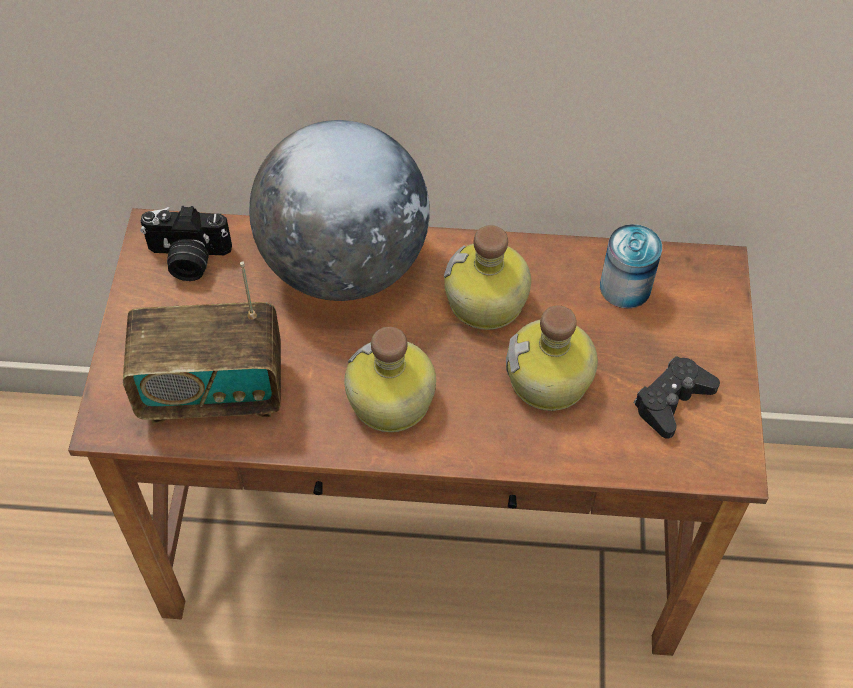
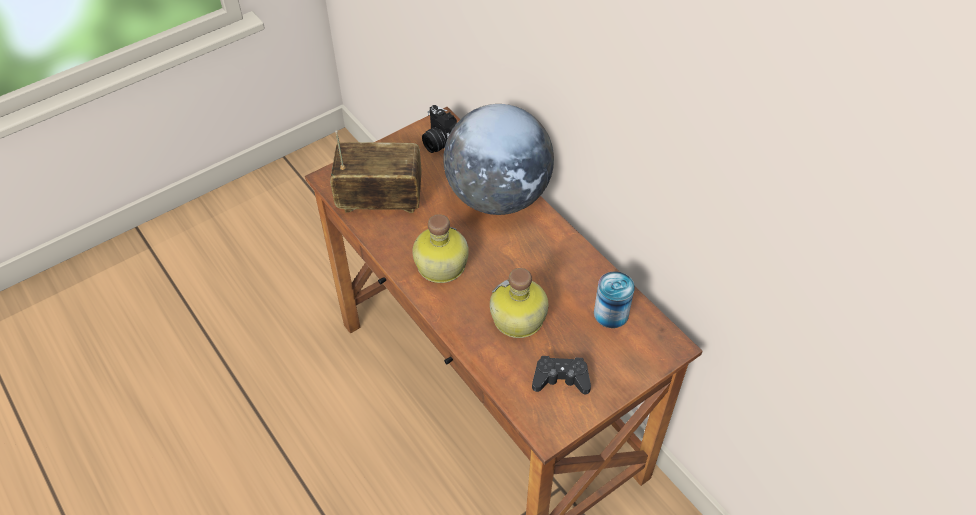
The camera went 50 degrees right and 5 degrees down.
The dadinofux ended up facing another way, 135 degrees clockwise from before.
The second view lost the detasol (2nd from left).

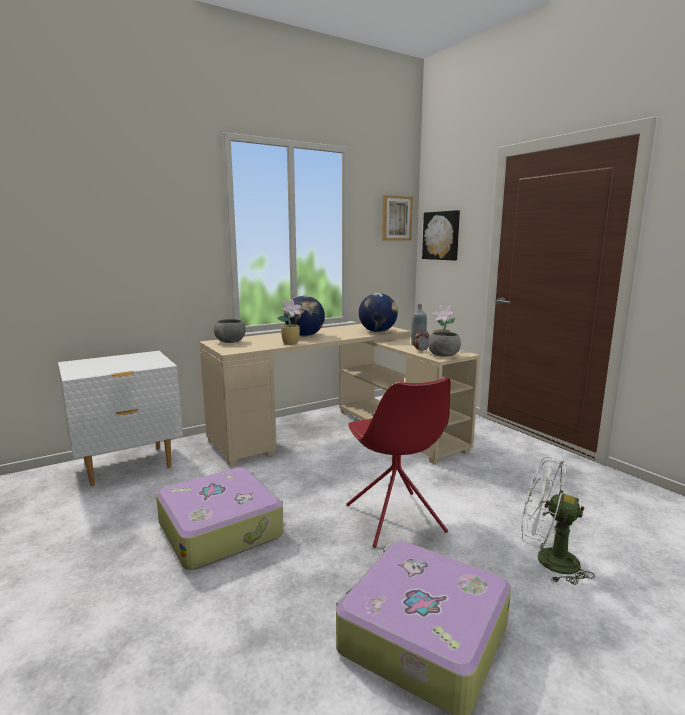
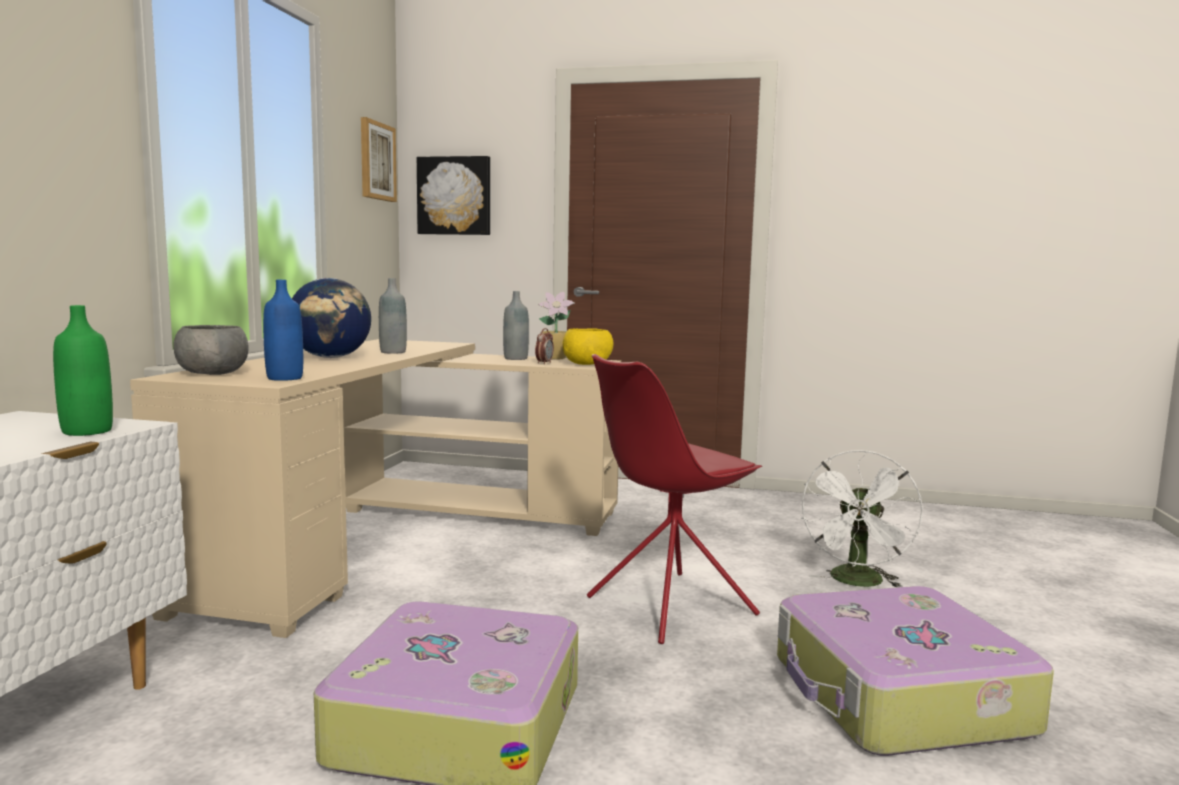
The camera went 45 degrees left and 5 degrees down.
The second view gained the green_detasol.
The second view gained the blue_detasol.
The second view gained the grey_detasol (1st from left).
What was the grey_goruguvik (2nd from left) turned into the yellow_goruguvik.
The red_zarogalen ended up facing another way, 120 degrees clockwise from before.
The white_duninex ended up facing another way, 45 degrees counterclockwise from before.
The second view lost the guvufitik (1st from left).
The second view lost the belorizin (2nd from left).

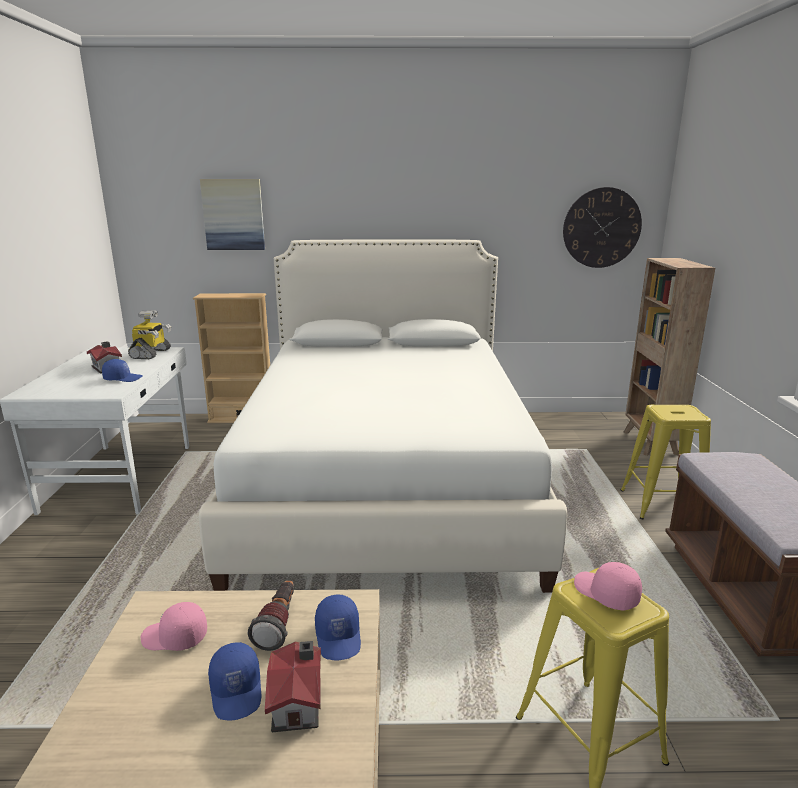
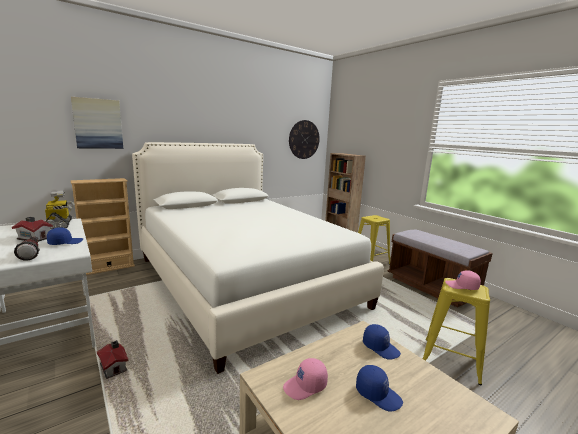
The camera went 35 degrees left and 5 degrees down.
The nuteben ended up elsewhere.
The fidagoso (2nd from left) ended up elsewhere.

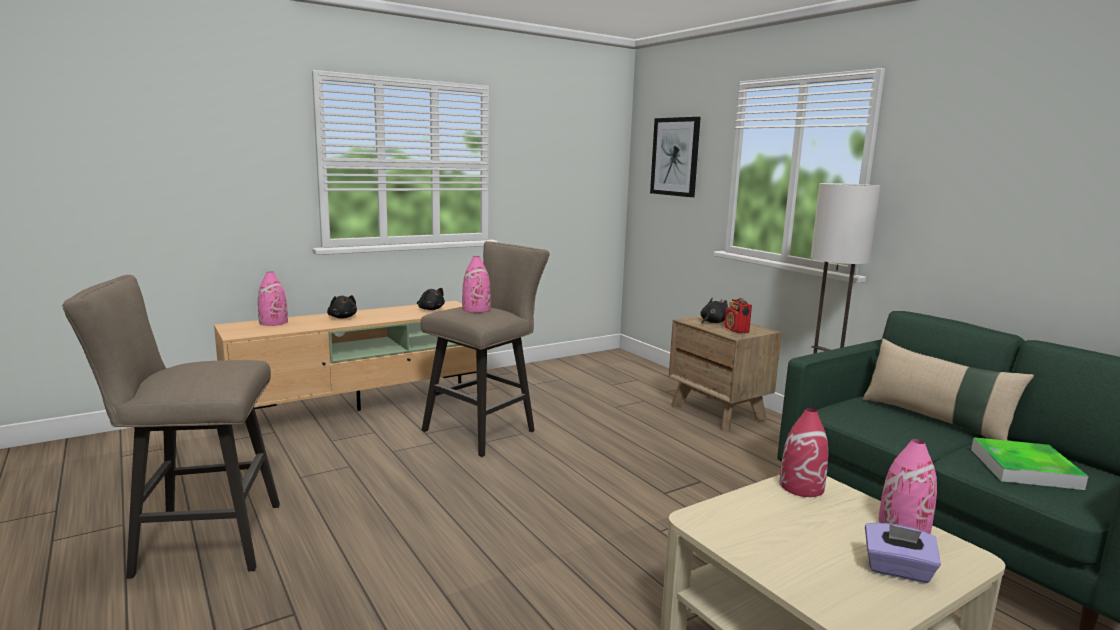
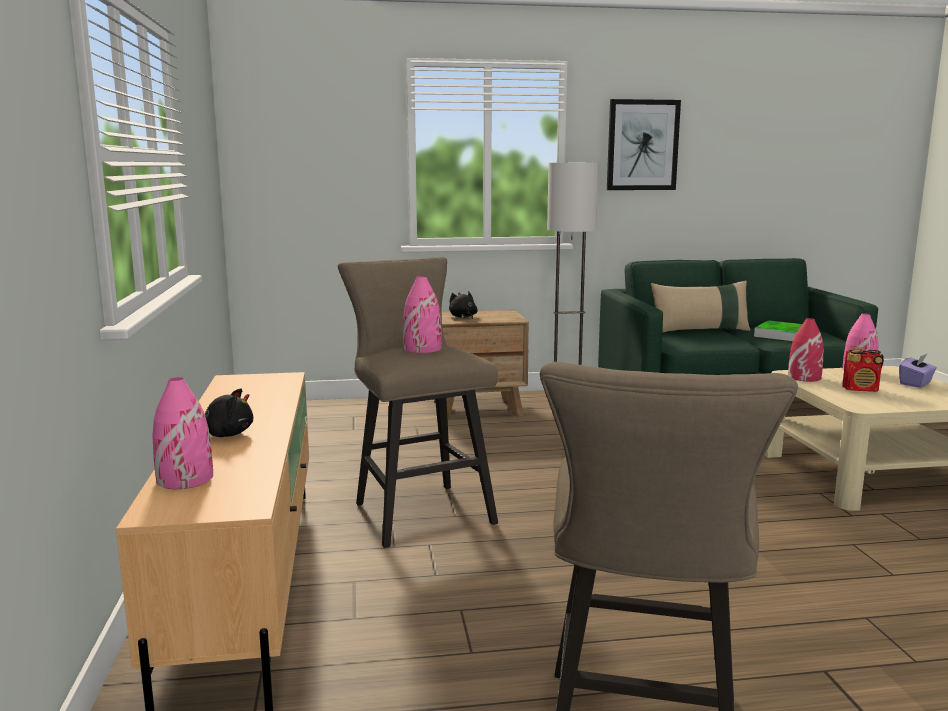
The camera went 65 degrees left and 0 degrees up.
The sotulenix ended up elsewhere.
The dadinofux ended up elsewhere.
The second view lost the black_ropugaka (2nd from left).

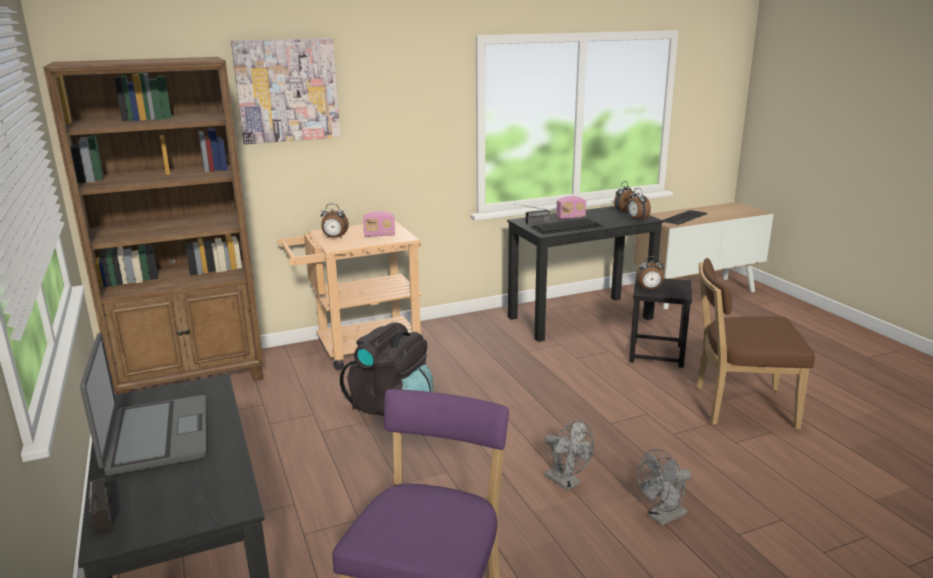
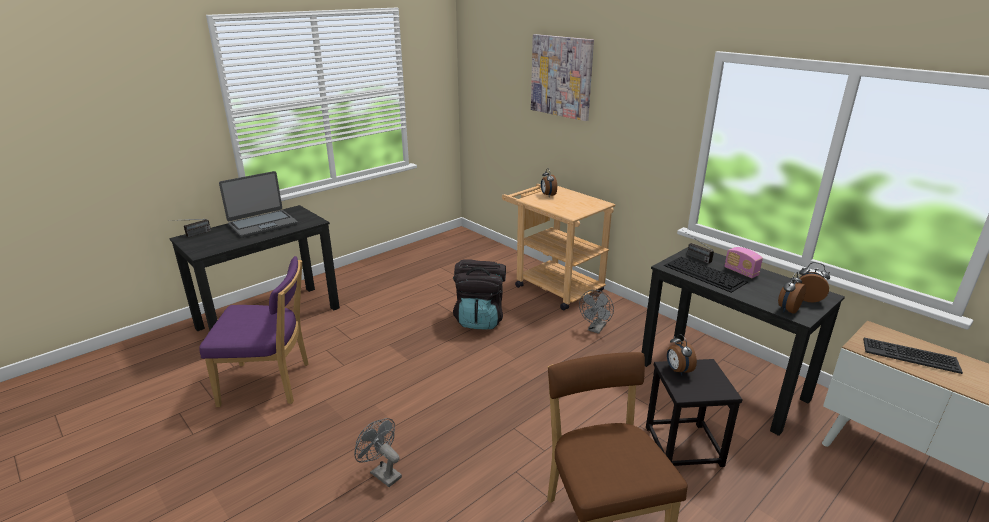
The camera went 70 degrees right and 5 degrees up.
The grey_duninex (1st from left in the first image) ended up elsewhere.
The second view lost the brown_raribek.
The second view lost the dadinofux (2nd from left).

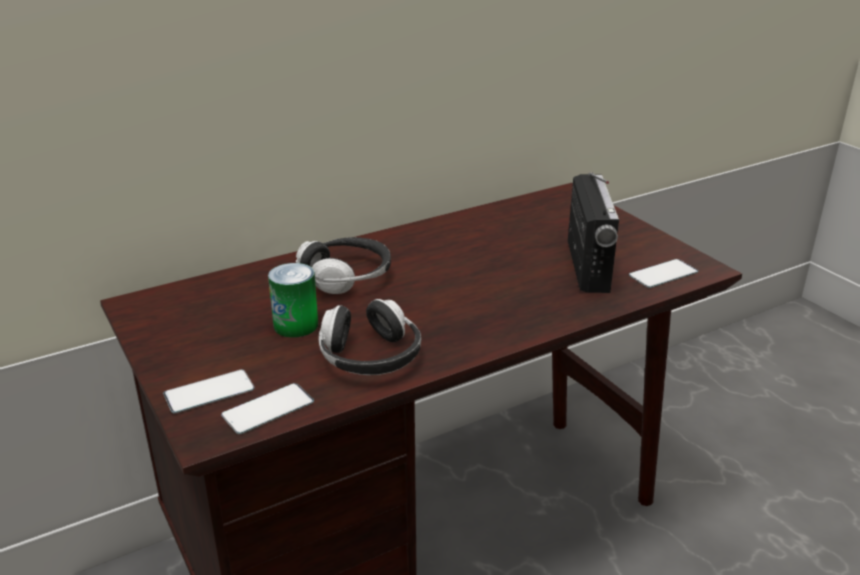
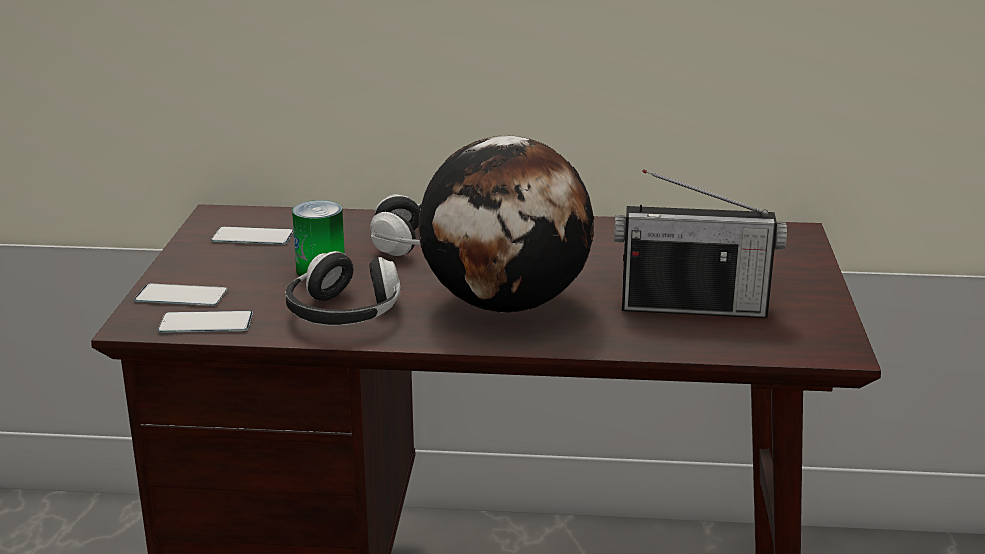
The camera went 35 degrees right and 5 degrees down.
The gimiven (3rd from left) ended up elsewhere.
The second view gained the belorizin.
The dadinofux ended up facing another way, 60 degrees clockwise from before.

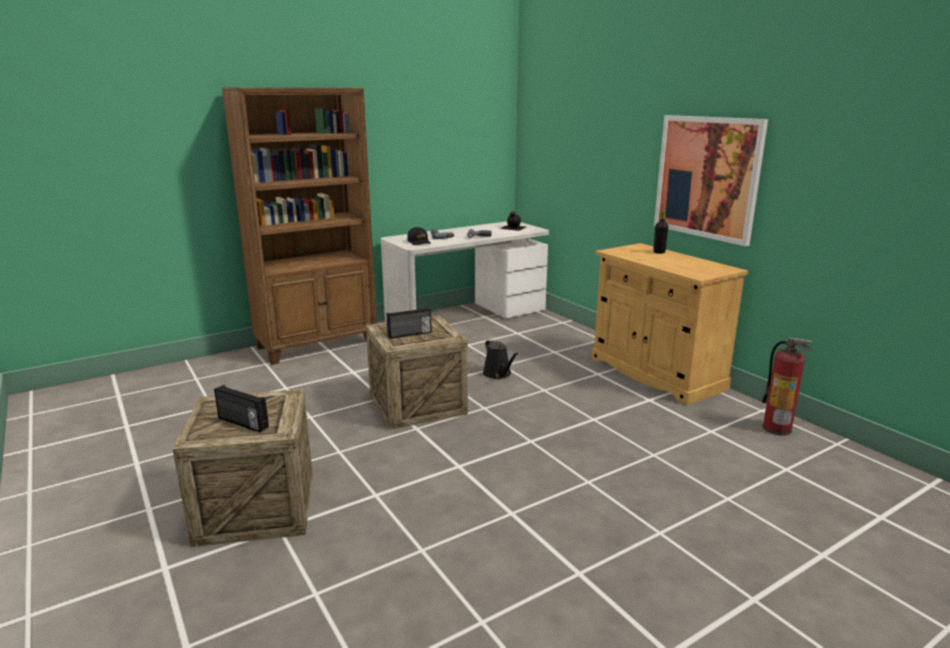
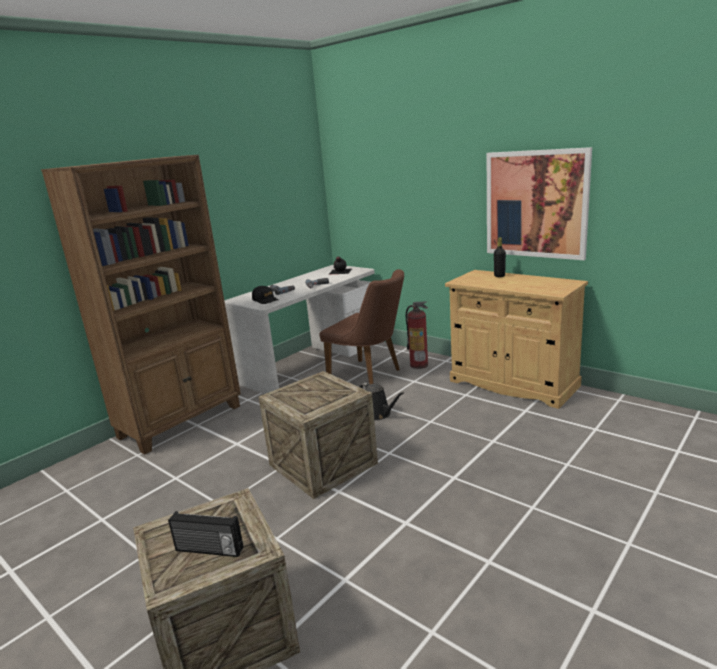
The camera went 15 degrees left and 0 degrees up.
The second view gained the brown_zarogalen.
The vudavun ended up elsewhere.
The second view lost the dadinofux (2nd from left).

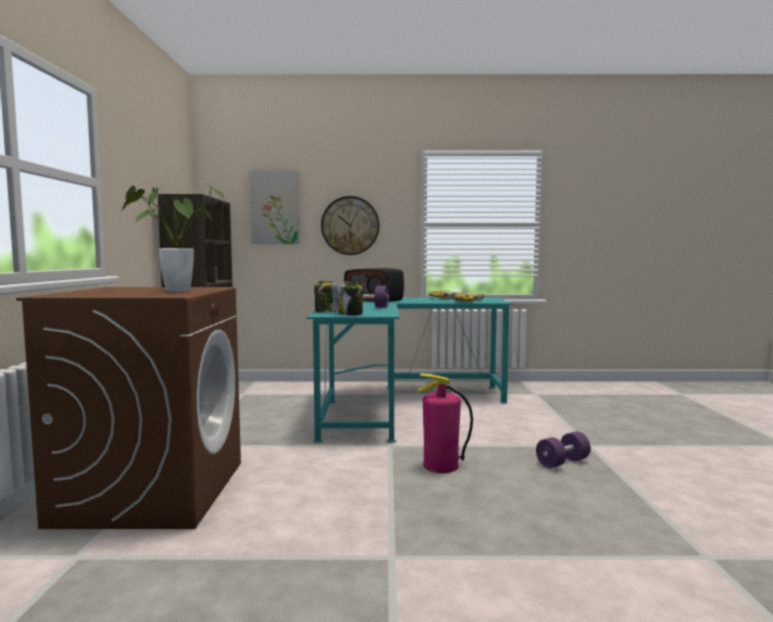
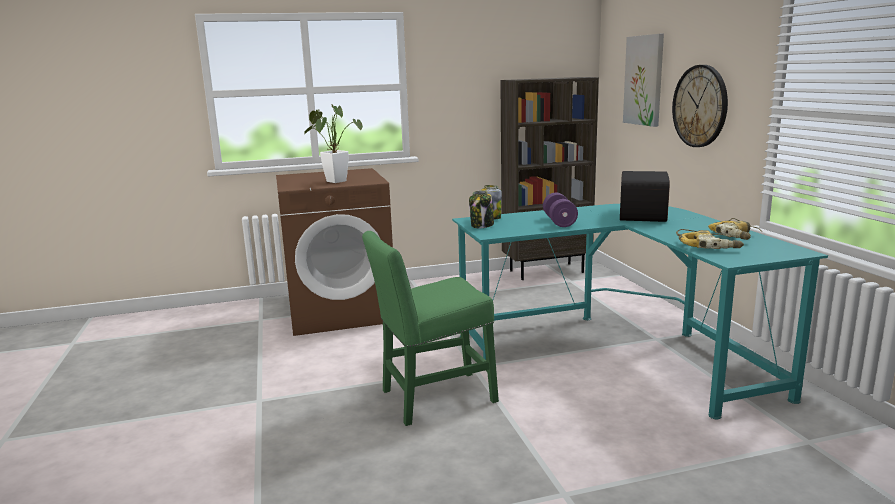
The camera went 75 degrees right and 10 degrees up.
Where the vudavun stood, the green_zarogalen came to stand.
The second view lost the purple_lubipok (2nd from left).

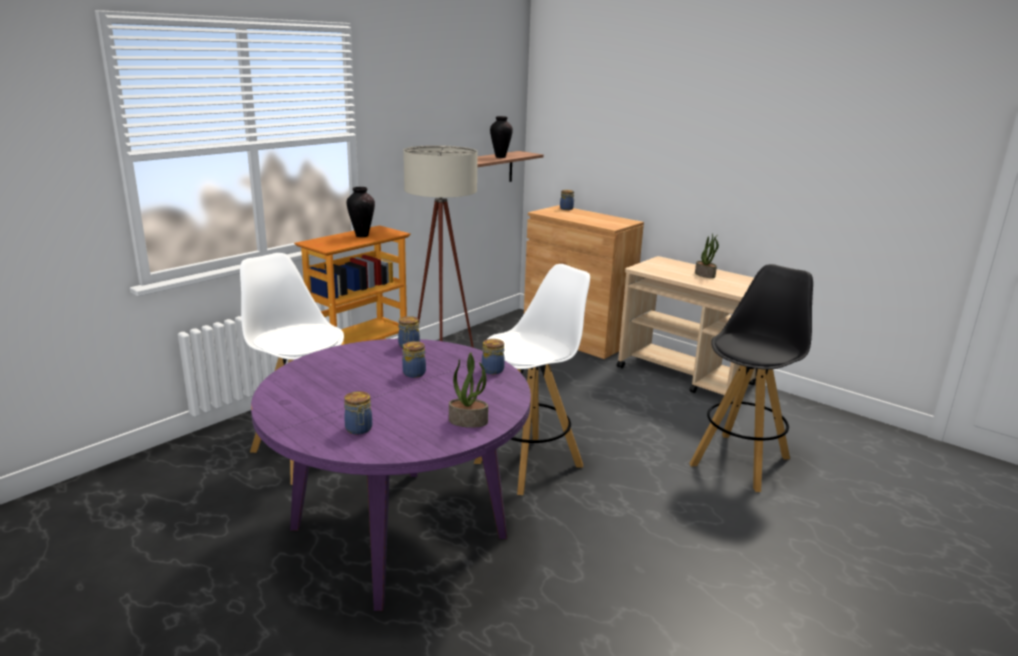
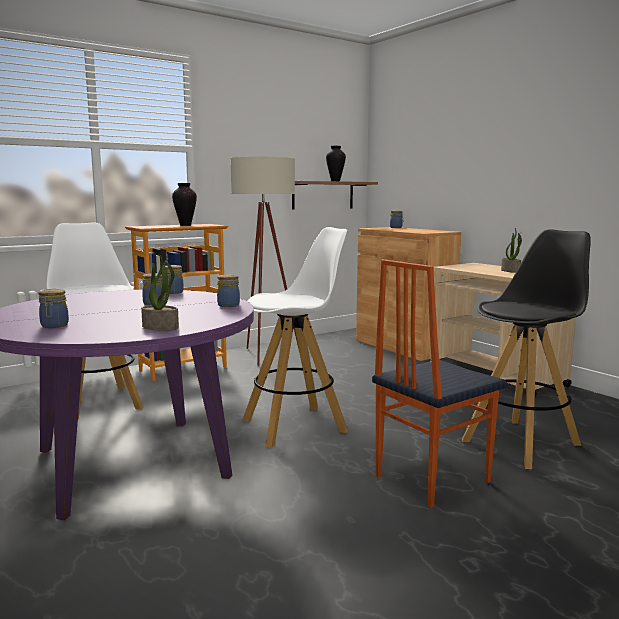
The camera went 15 degrees right and 10 degrees down.
The second view gained the zarogalen.

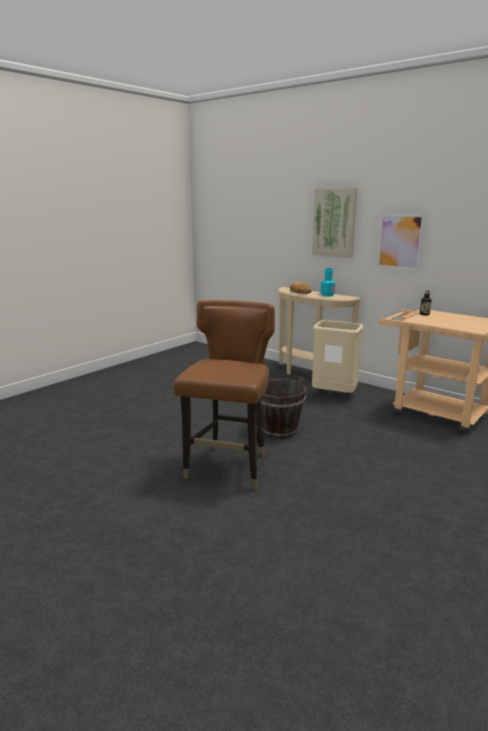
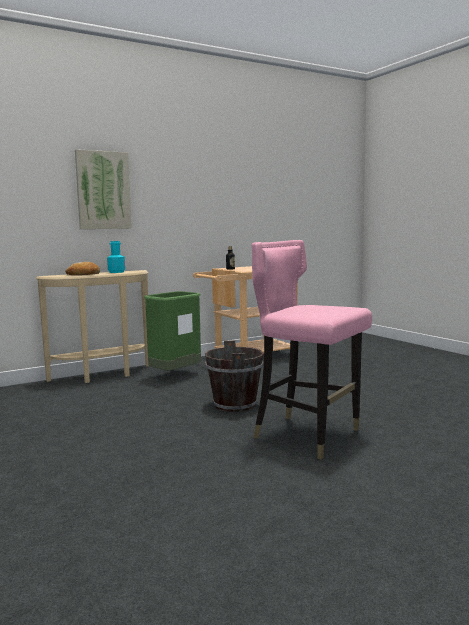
The camera went 70 degrees left and 10 degrees down.
What was the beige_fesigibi turned into the green_fesigibi.
What was the brown_zarogalen turned into the pink_zarogalen.
The second view lost the sotulenix (2nd from left).

